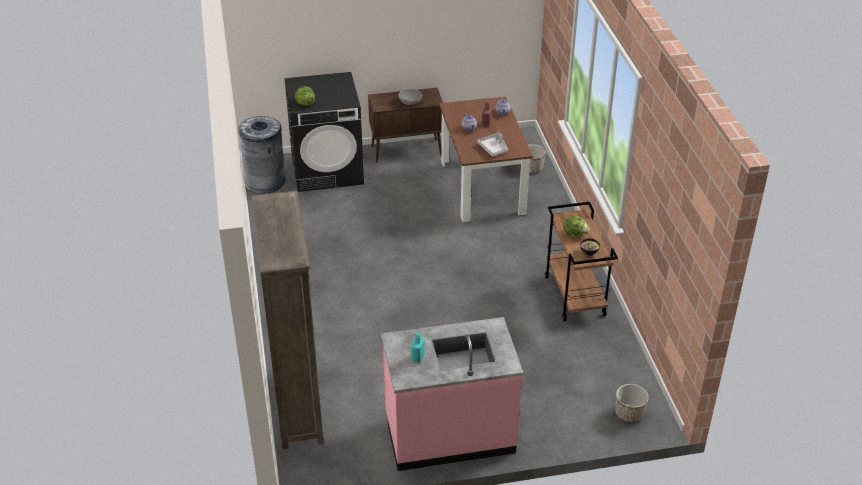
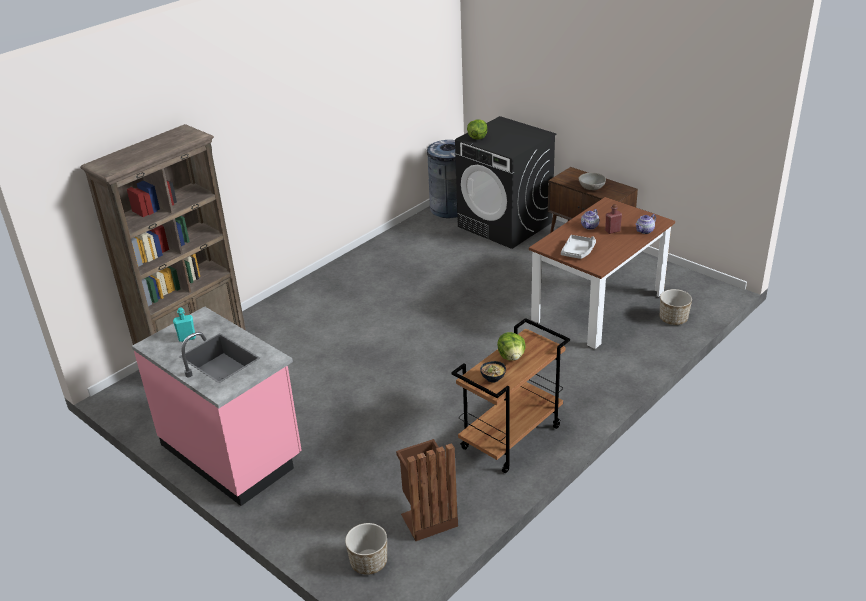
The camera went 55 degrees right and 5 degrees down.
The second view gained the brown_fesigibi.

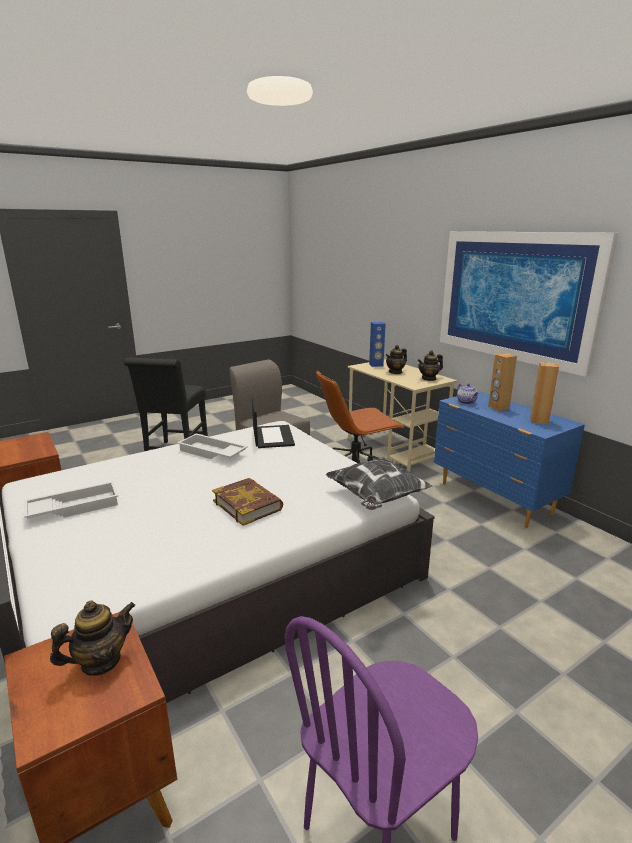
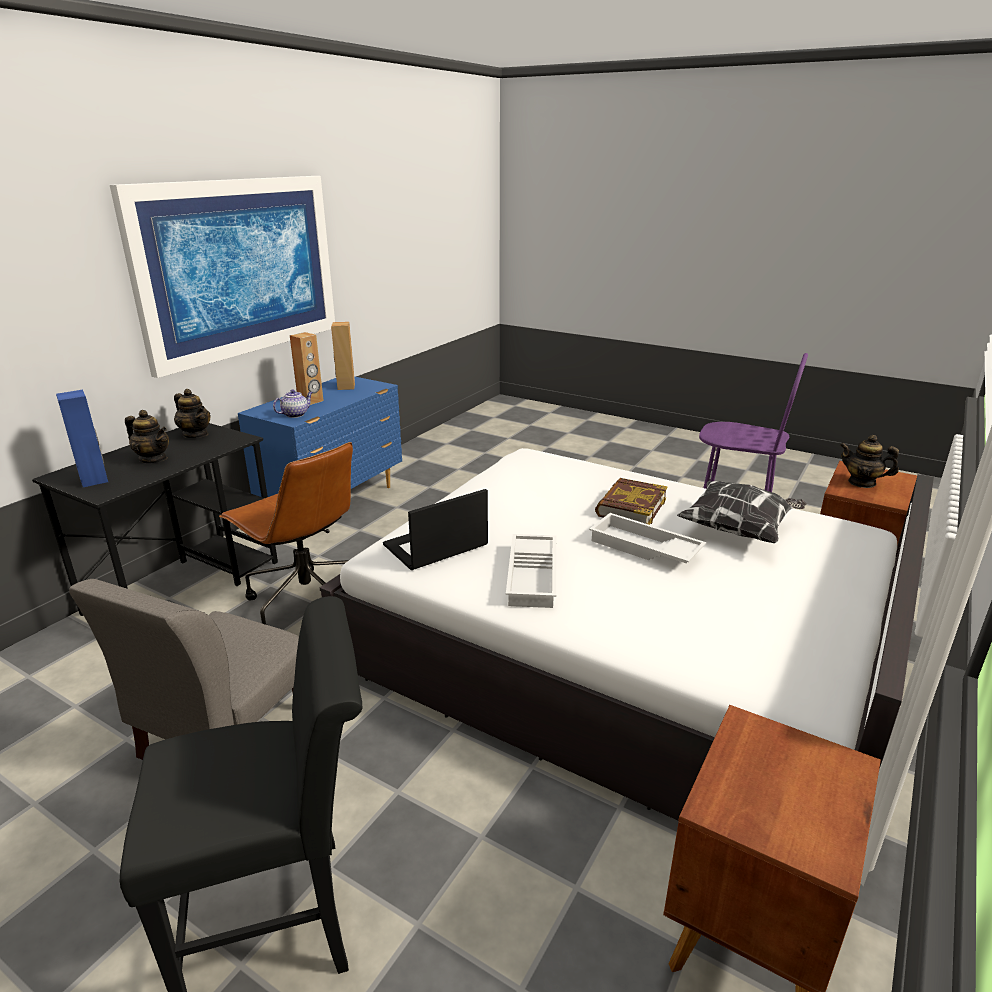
The camera went 115 degrees left and 5 degrees up.
What was the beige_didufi turned into the black_didufi.
The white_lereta (1st from left in the first image) ended up elsewhere.
The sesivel ended up elsewhere.

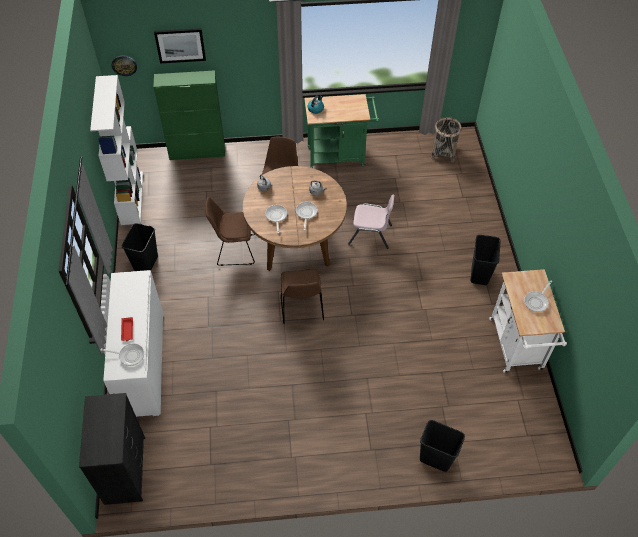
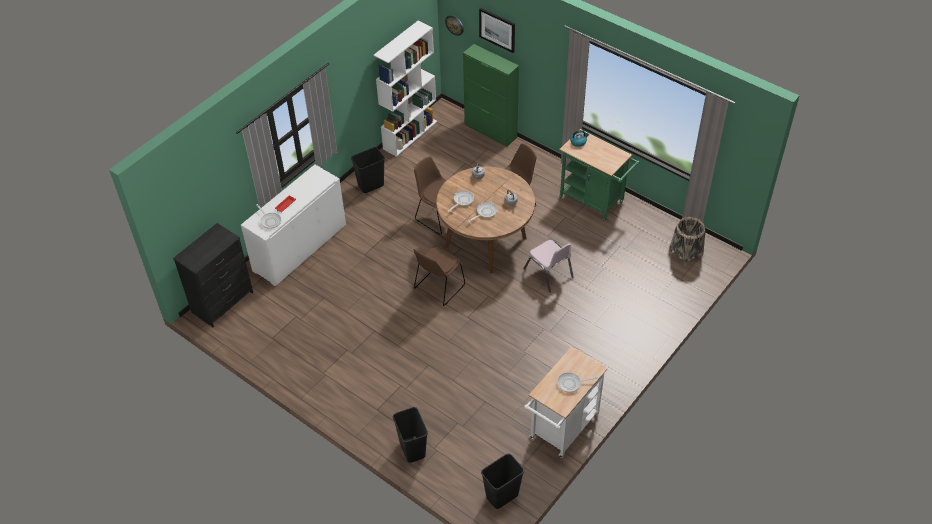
The camera went 45 degrees right and 5 degrees down.
The black_fesigibi (3rd from left) ended up elsewhere.

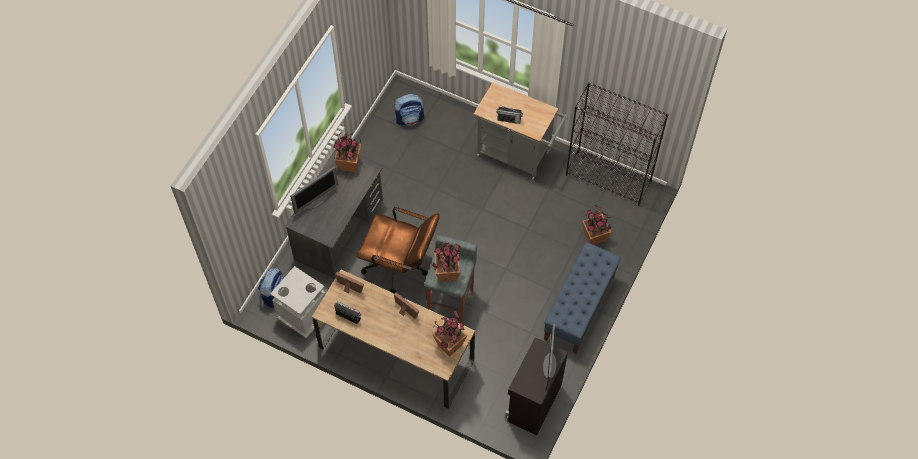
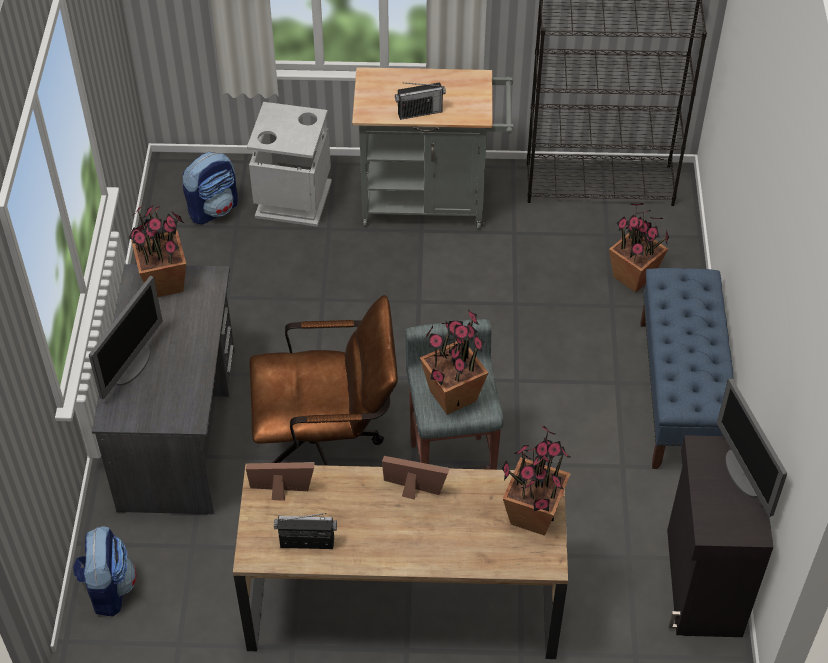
The camera went 25 degrees left and 10 degrees down.
The grey_fesigibi ended up elsewhere.

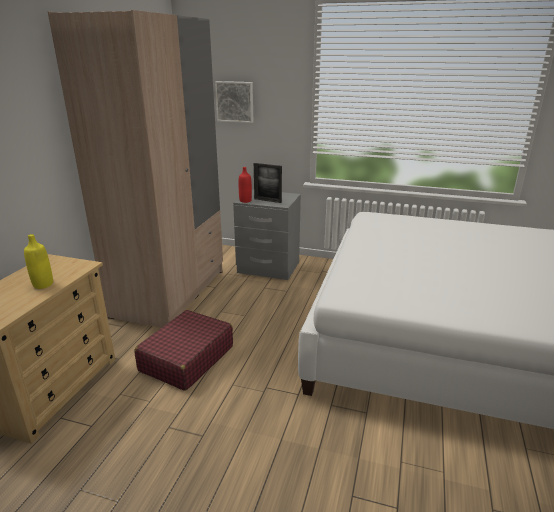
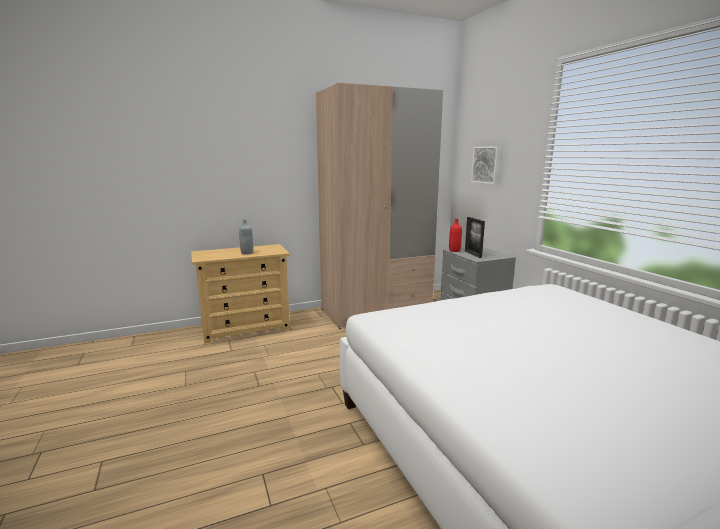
The camera went 50 degrees right and 10 degrees down.
What was the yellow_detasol turned into the grey_detasol.
The second view lost the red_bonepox.

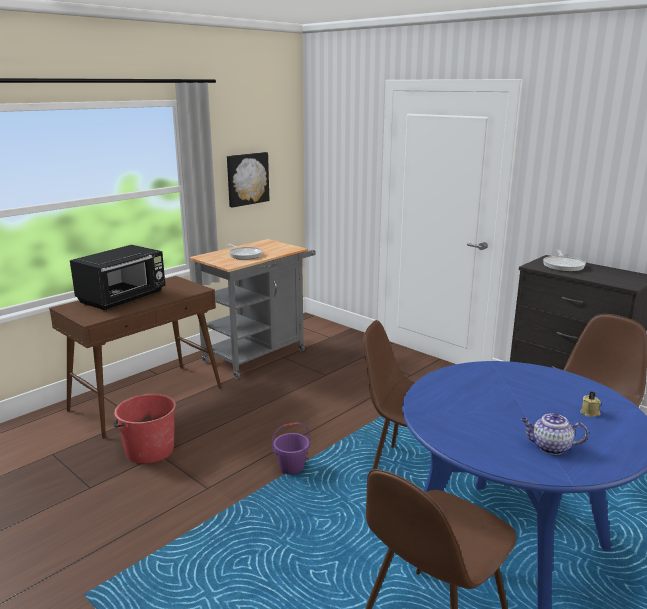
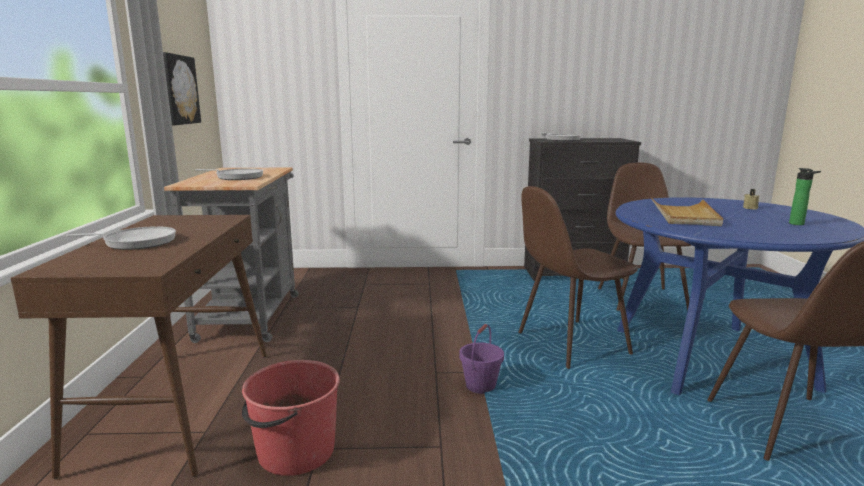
The camera went 45 degrees left and 5 degrees down.
Where the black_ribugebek stood, the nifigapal (1st from left) came to stand.
The second view gained the beige_lereta.
Where the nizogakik stood, the detasol came to stand.

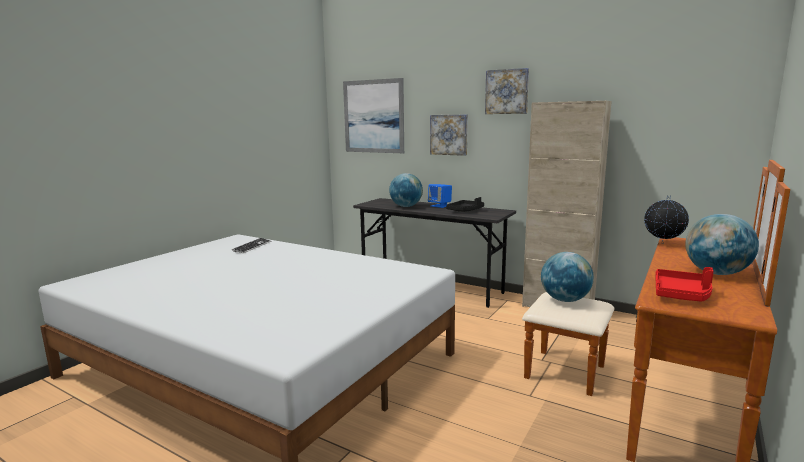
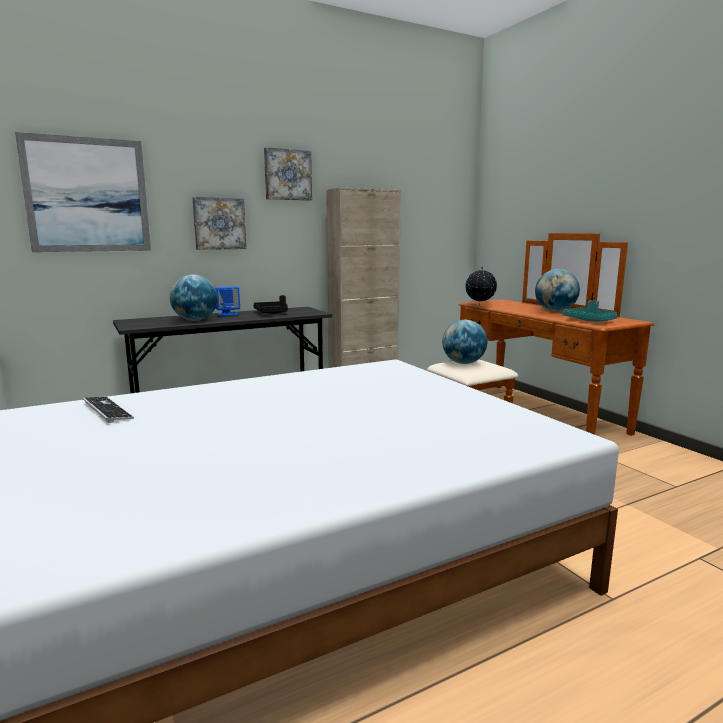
The camera went 60 degrees left and 0 degrees up.
What was the red_lereta turned into the turquoise_lereta.

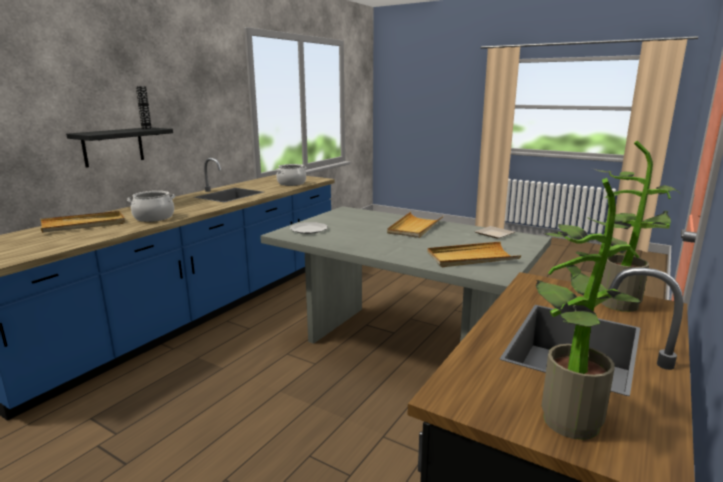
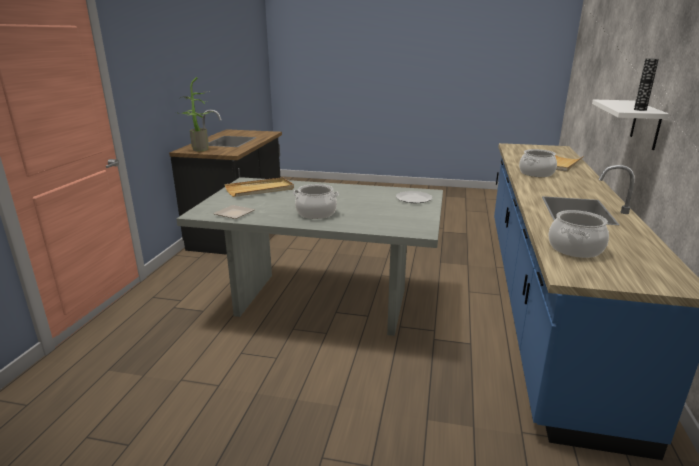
The camera went 160 degrees right and 5 degrees up.
Where the beige_lereta (2nd from left) stood, the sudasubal (1st from left) came to stand.
What was the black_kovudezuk turned into the white_kovudezuk.
The second view lost the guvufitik (1st from left).

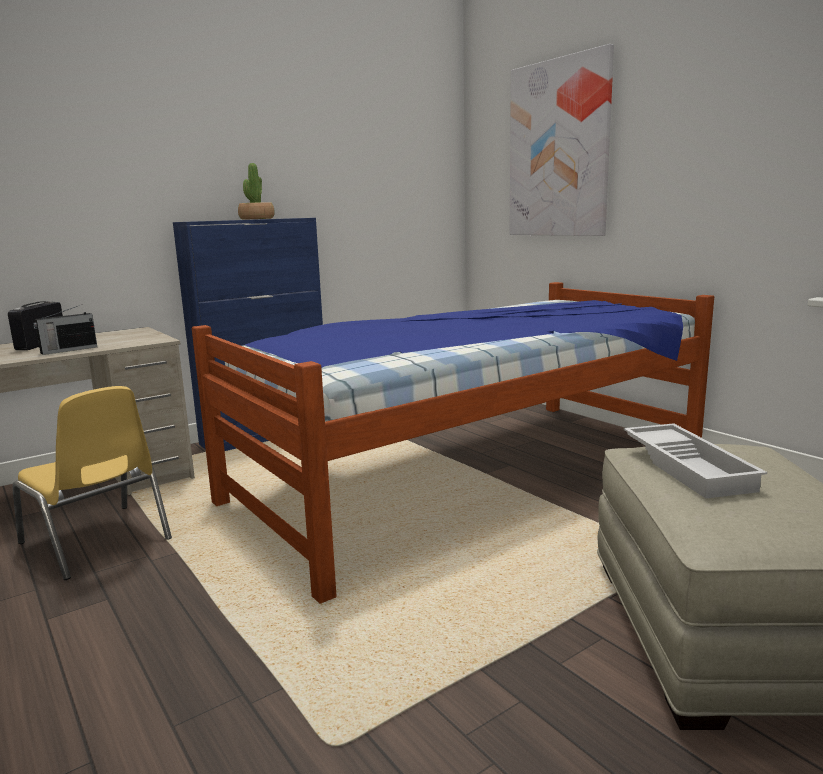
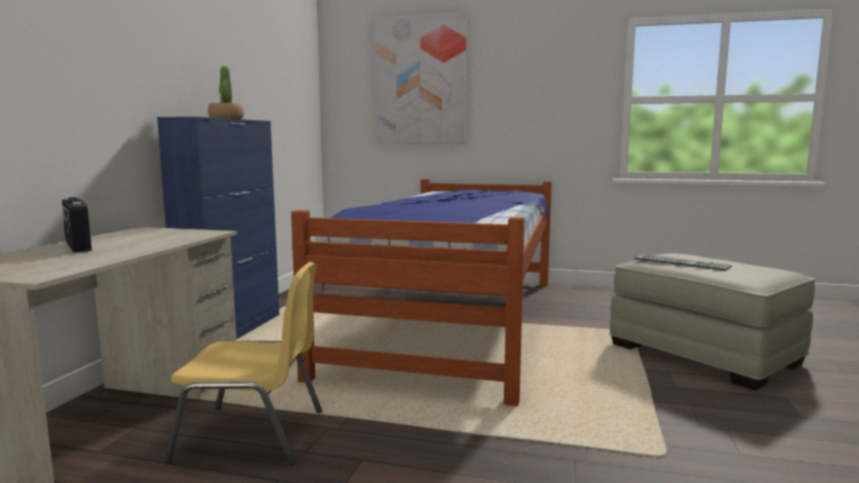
The camera went 40 degrees left and 5 degrees down.
Where the white_lereta stood, the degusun came to stand.
The second view lost the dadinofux (2nd from left).

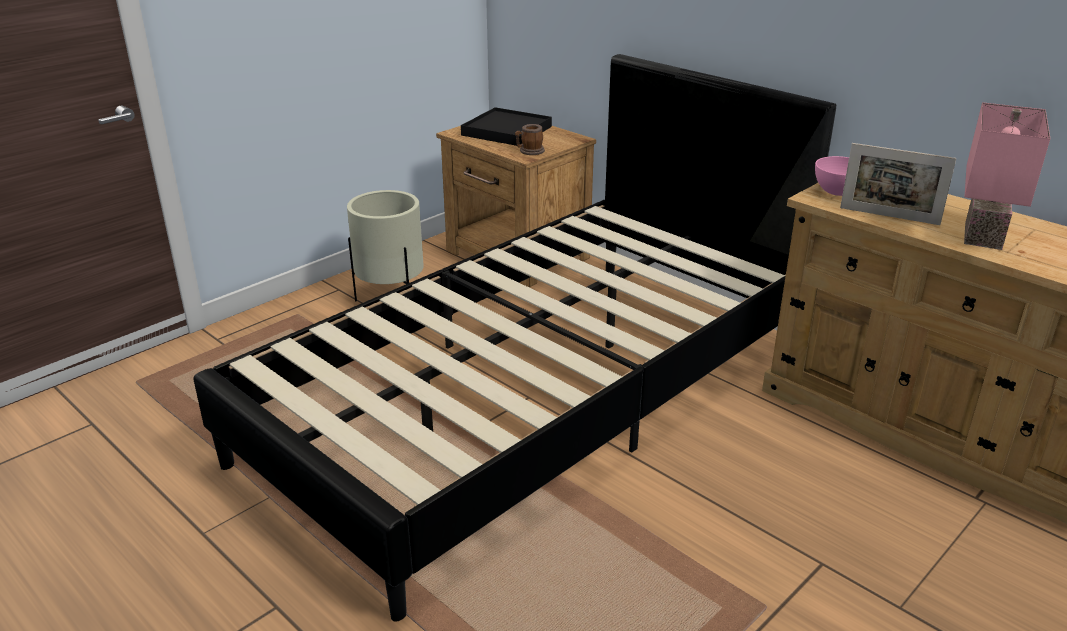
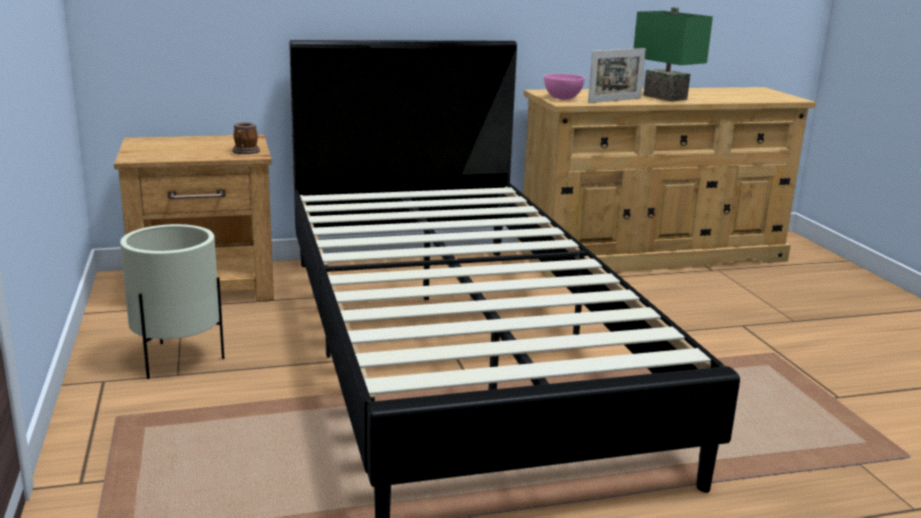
The camera went 60 degrees left and 10 degrees down.
What was the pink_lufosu turned into the green_lufosu.
The second view lost the black_lereta.

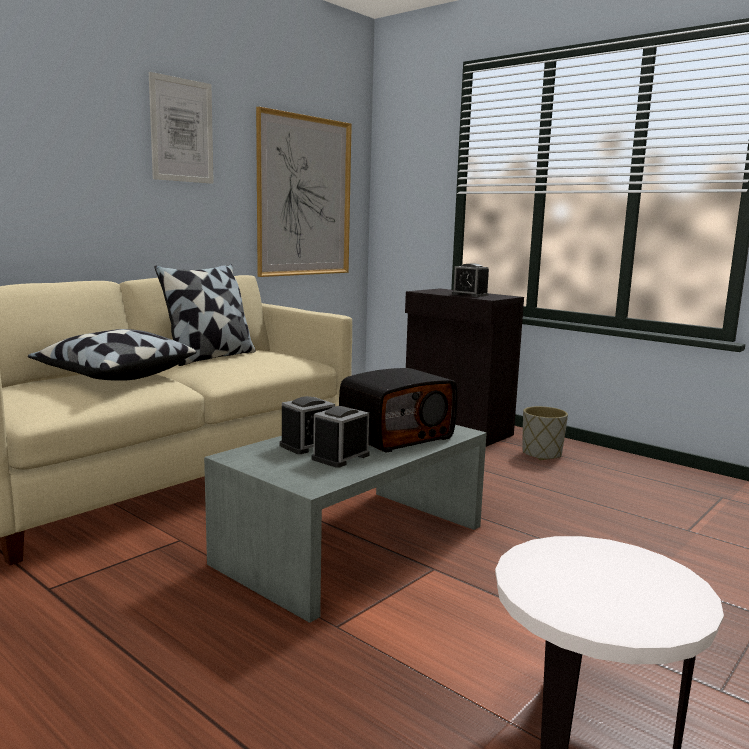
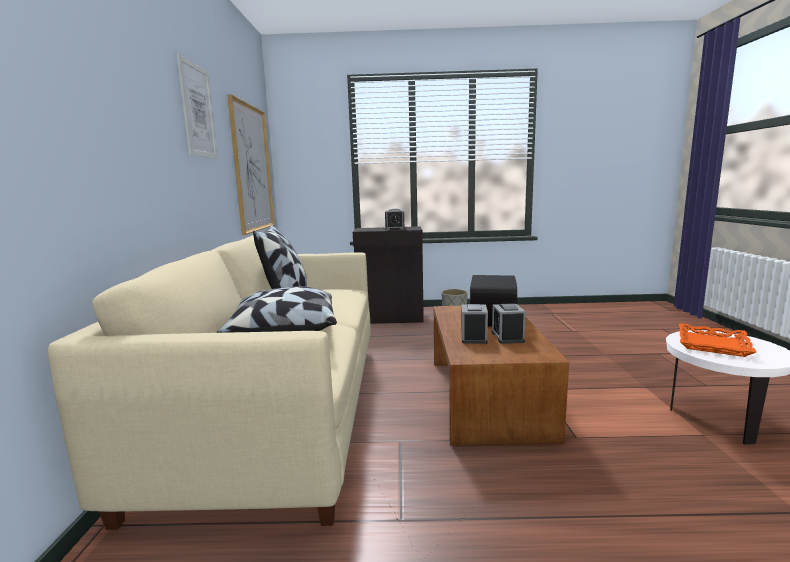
The camera went 40 degrees left and 0 degrees up.
What was the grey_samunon turned into the brown_samunon.
The second view gained the orange_lereta.

